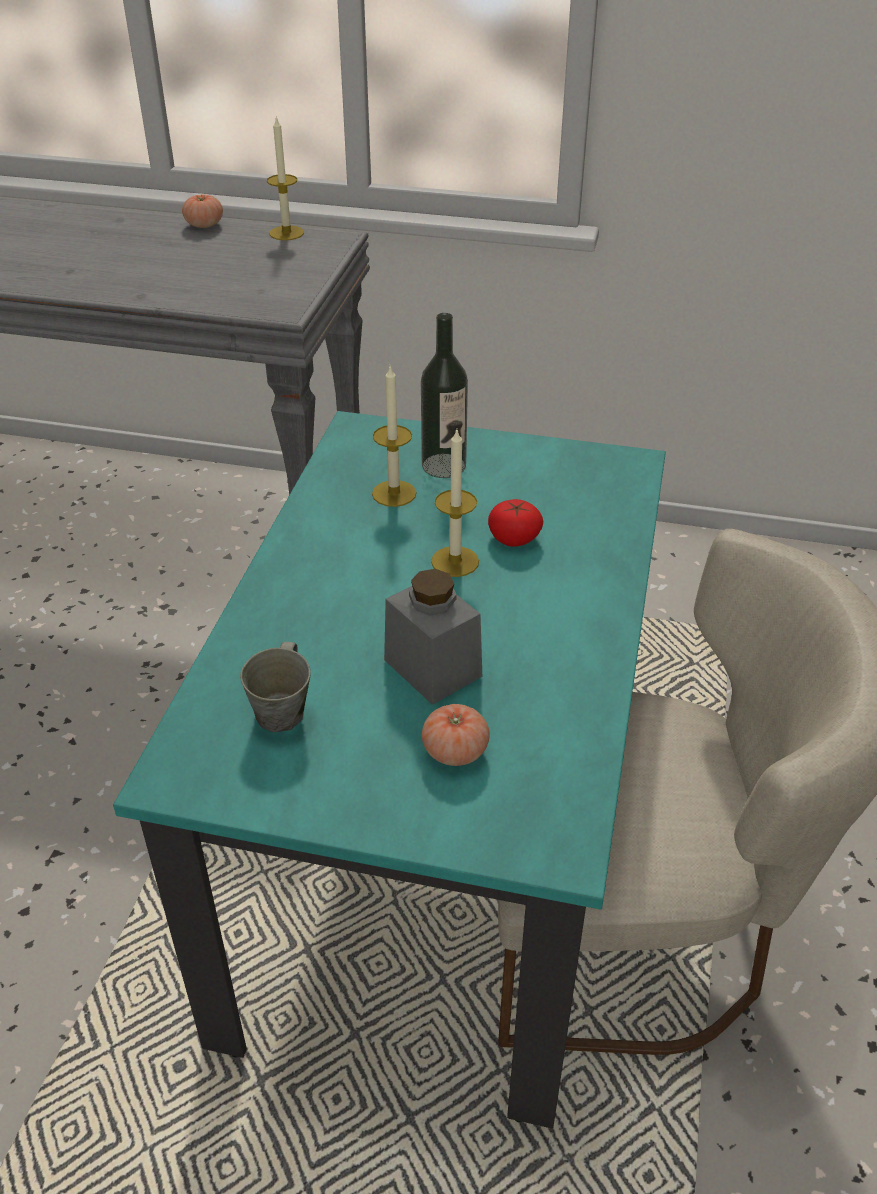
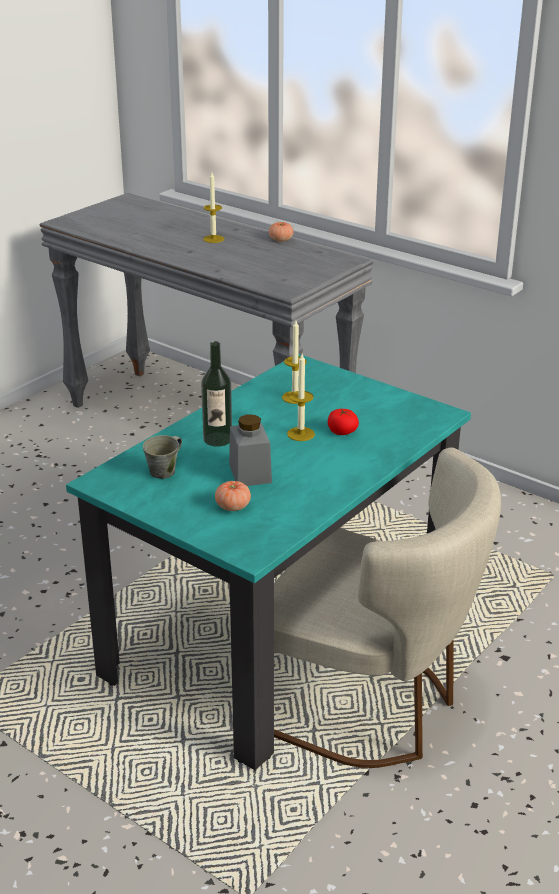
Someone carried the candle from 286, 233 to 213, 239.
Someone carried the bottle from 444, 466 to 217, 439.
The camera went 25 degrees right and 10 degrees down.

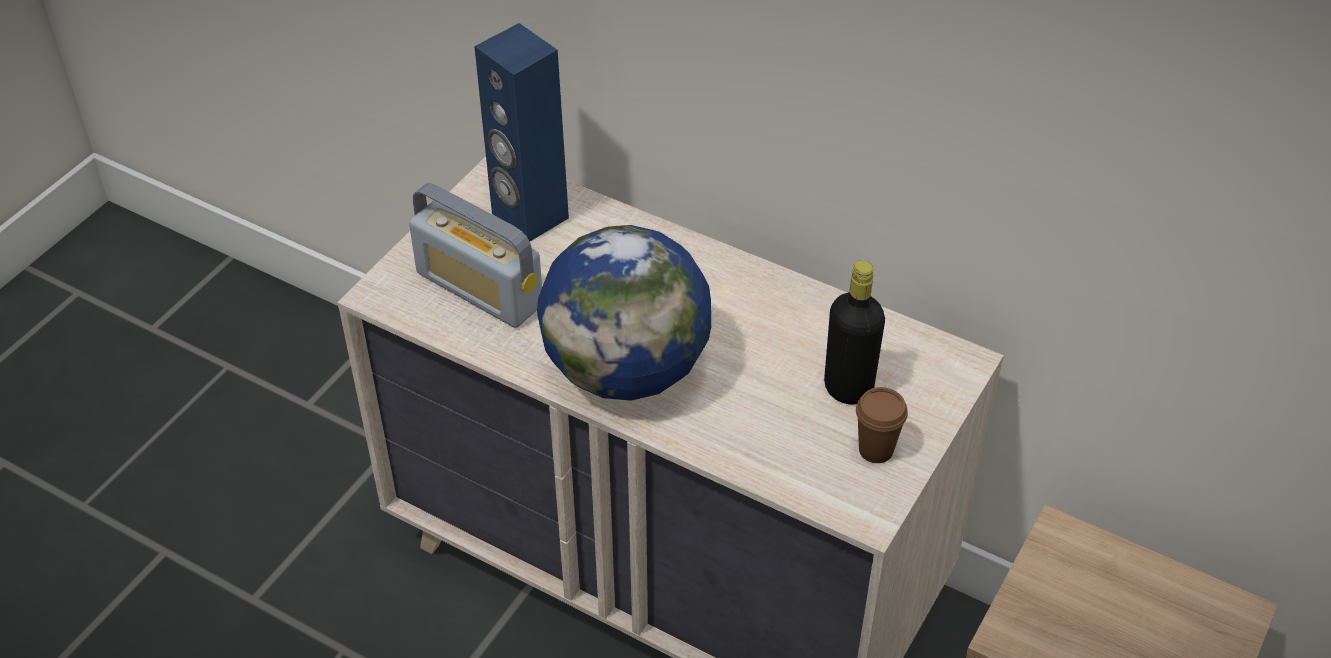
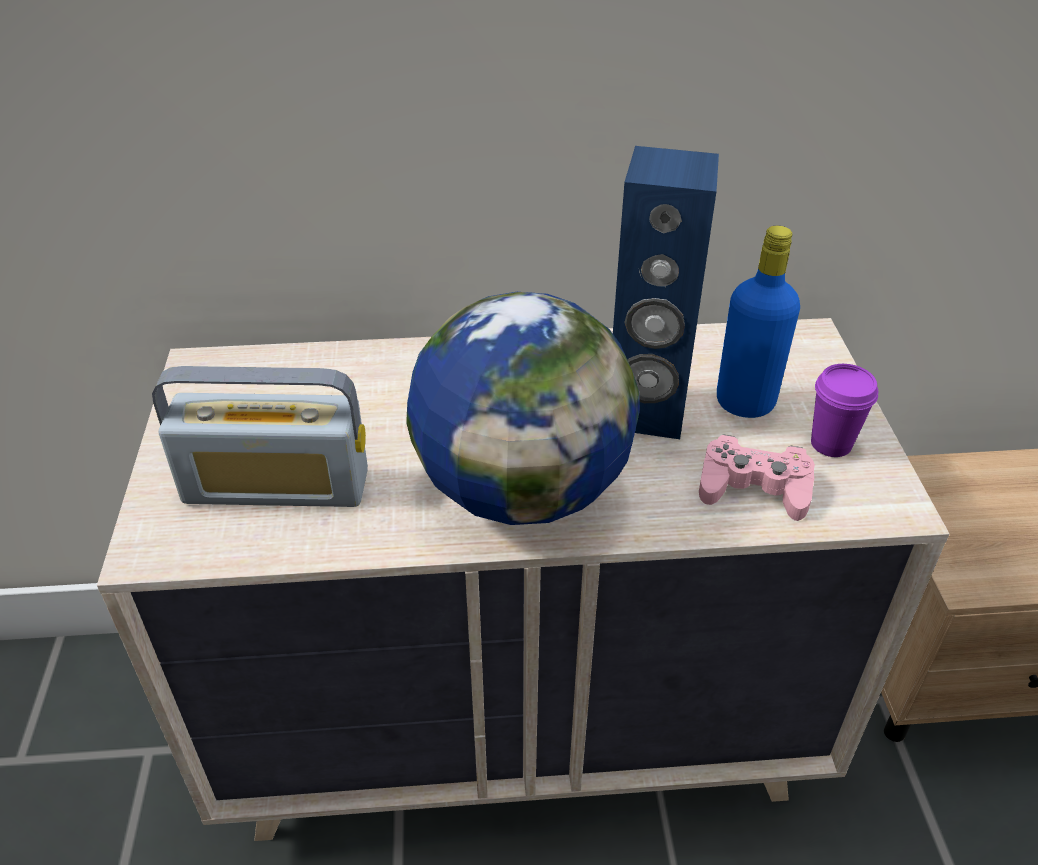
Someone carried the speaker in blue from 529, 216 to 646, 413.
Someone repainted the bottle in black at 848, 388, which became the bottle in blue at 745, 403.
Someone repainted the cup in brown at 876, 450, which became the cup in purple at 831, 444.
Someone put down the game controller in pink at 754, 487.
The camera went 35 degrees left and 5 degrees down.

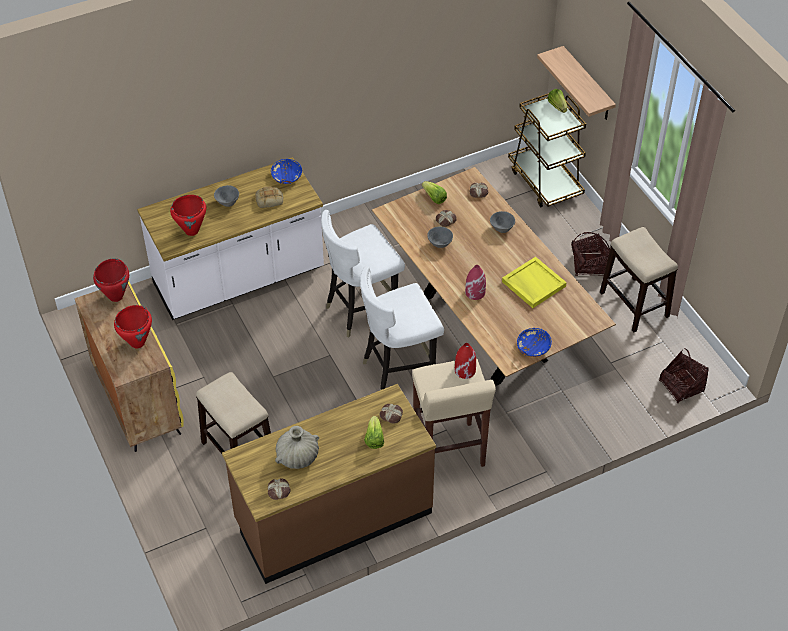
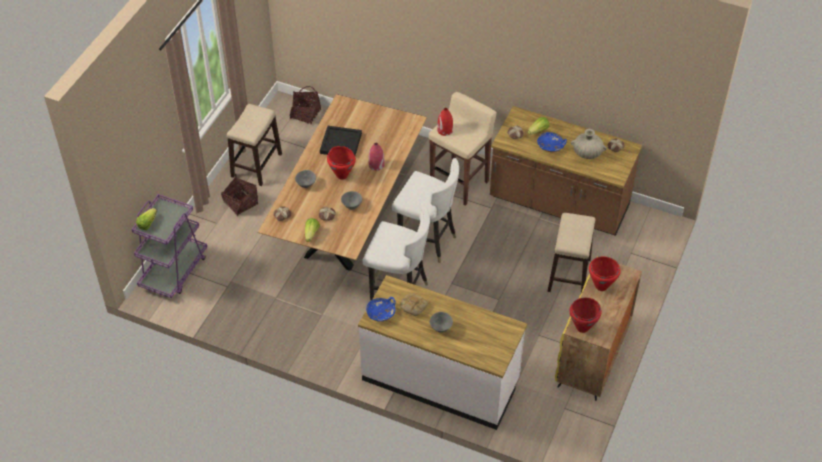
Someone carried the cooking pot in red from 192, 231 to 342, 175.
Someone repainted the tray in yellow at 533, 284, which became the tray in black at 341, 143.
Someone repainted the cart in brown at 545, 181, which became the cart in purple at 174, 271.
Someone carried the bowl in blue from 533, 347 to 551, 146.
Someone took away the shelf at 587, 85.
The camera went 130 degrees left and 0 degrees up.

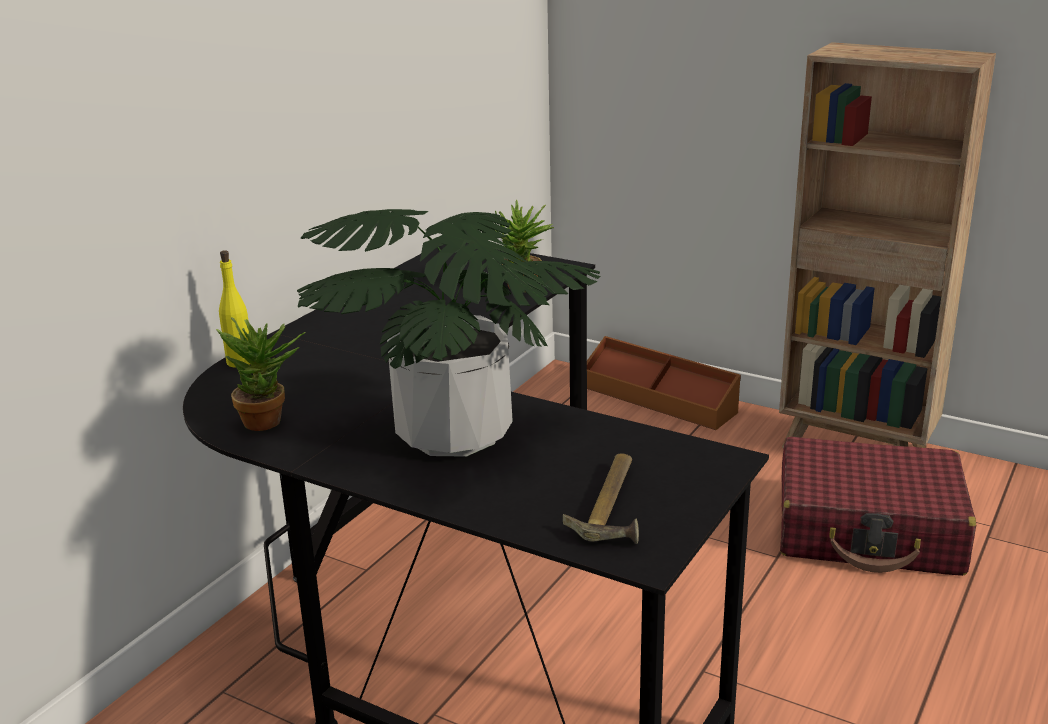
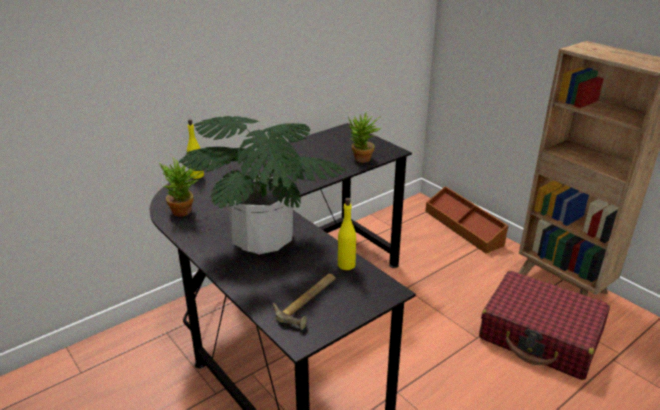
Someone put down the bottle in yellow at 346, 265.
The camera went 20 degrees right and 5 degrees up.

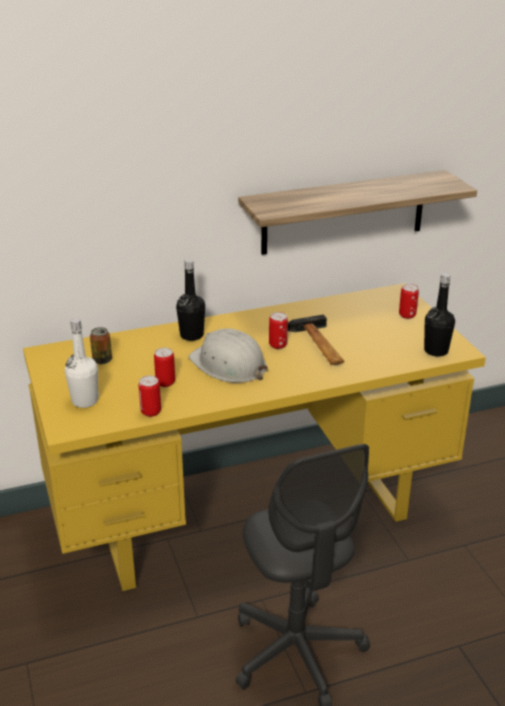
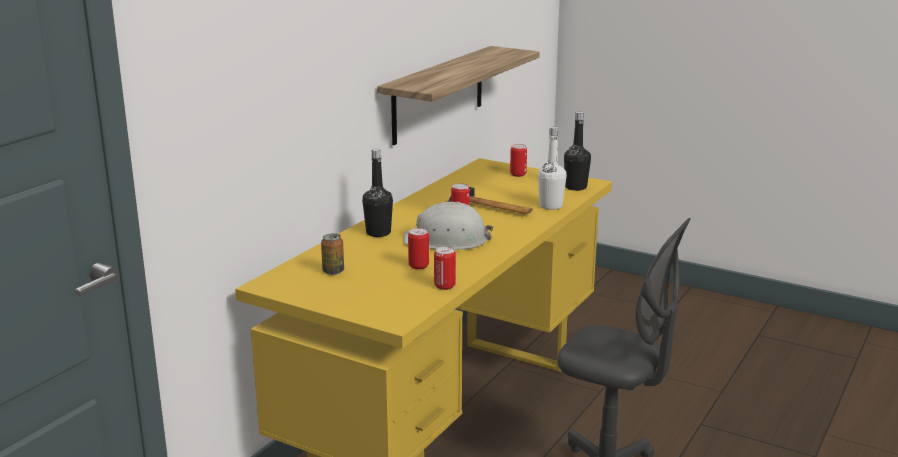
Someone carried the bottle in white from 85, 401 to 550, 206.
The camera went 40 degrees left and 10 degrees down.

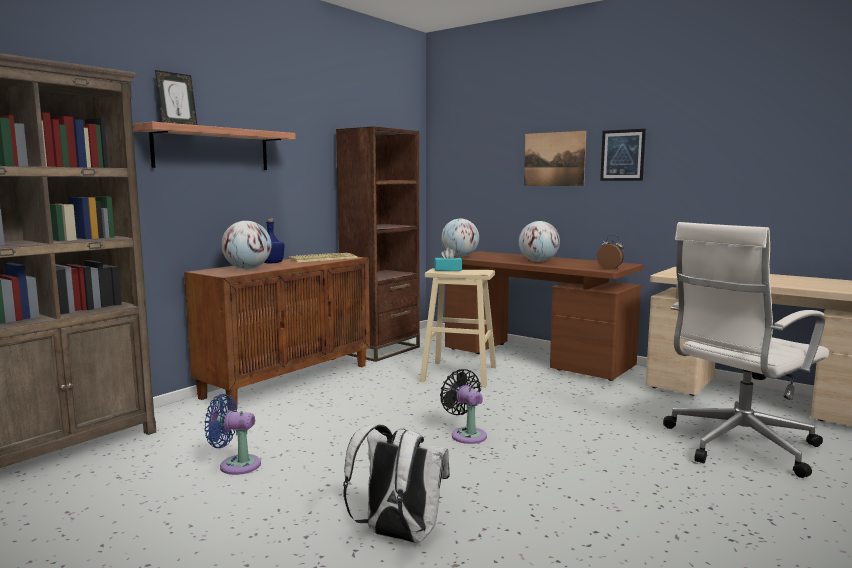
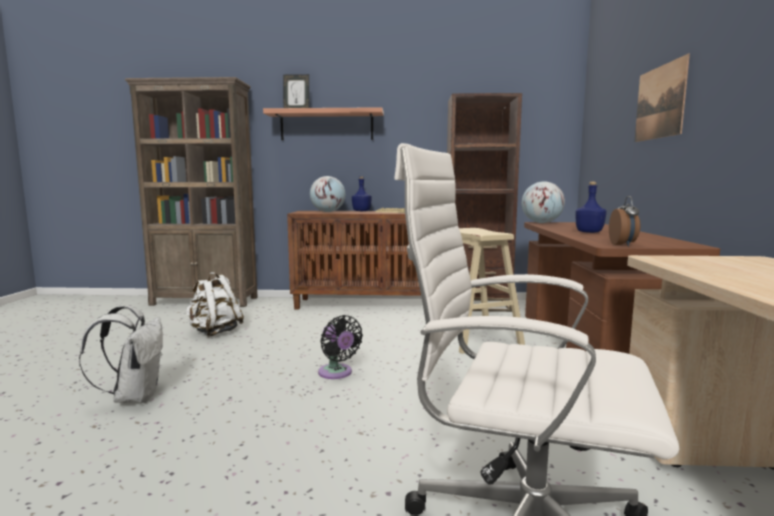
Someone swapped the fan in blue at 236, 465 for the backpack in white at 215, 332.
Someone took away the tissue box in turquoise at 448, 270.
Someone rotated the fan in black at 466, 434 by 120 degrees clockwise.
Someone swapped the globe at 538, 261 for the bottle in blue at 588, 232.
Someone took away the picture at 622, 155.
The camera went 55 degrees right and 0 degrees up.

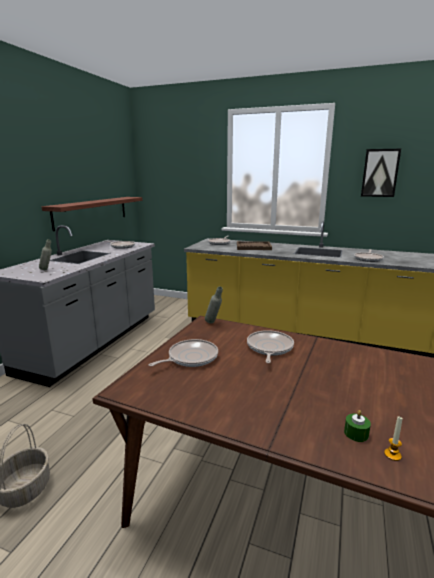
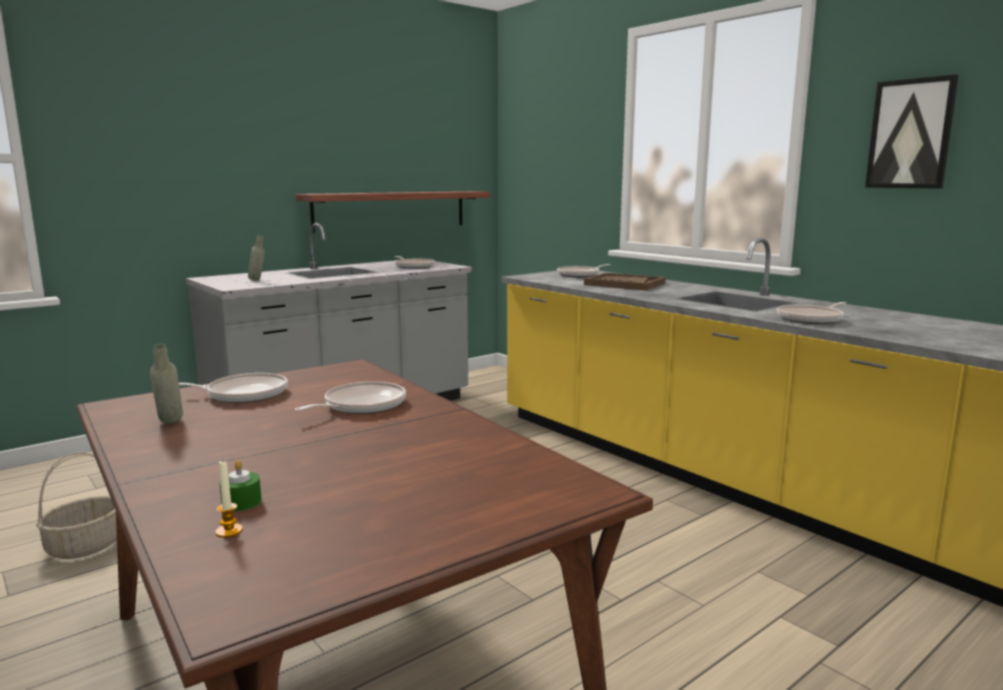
Someone carried the bottle in grey from 213, 323 to 170, 424.
The camera went 30 degrees right and 5 degrees down.

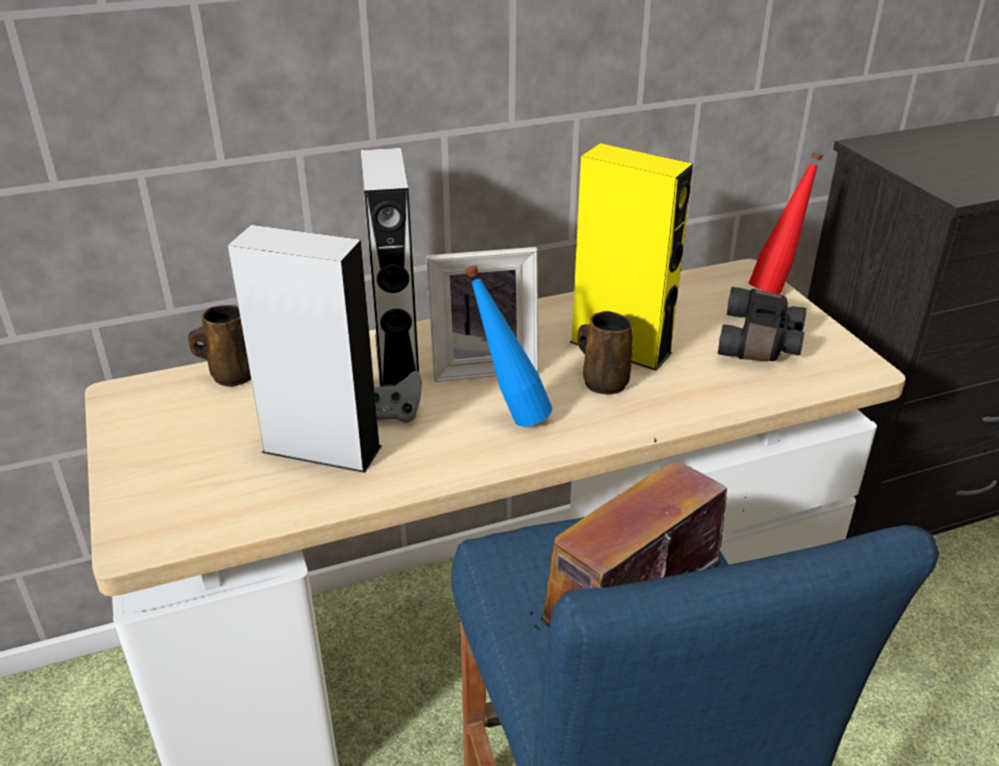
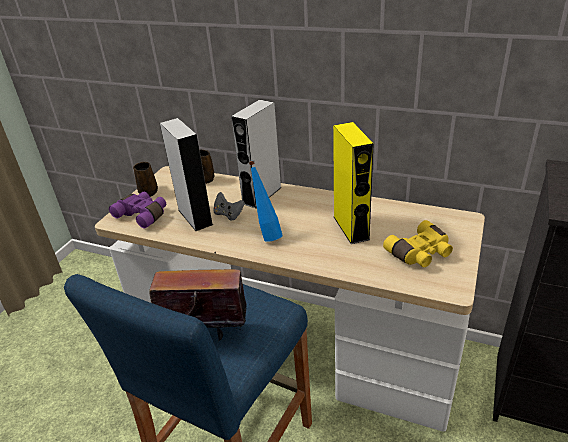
Someone took away the picture frame at 483, 365.
Someone carried the mug in brown from 603, 382 to 149, 192.
Someone repainted the binoculars in black at 761, 341, which became the binoculars in yellow at 420, 254.
Someone took away the bottle in red at 775, 287.
Someone put down the binoculars in purple at 143, 215.
The camera went 45 degrees right and 0 degrees up.

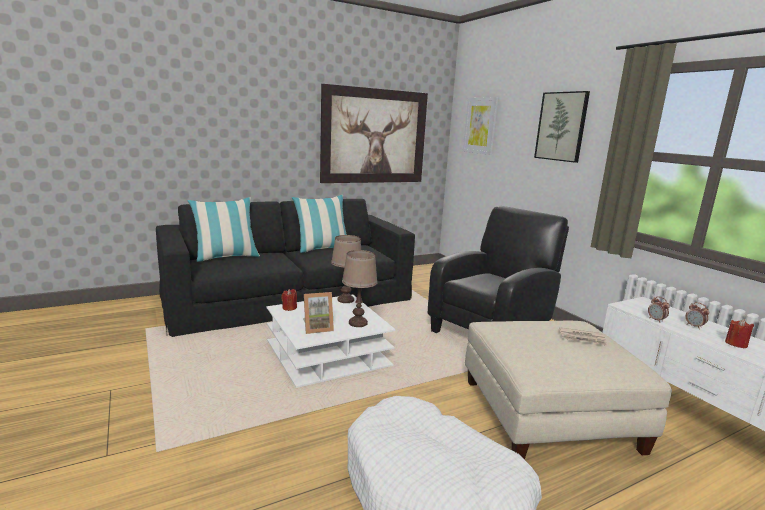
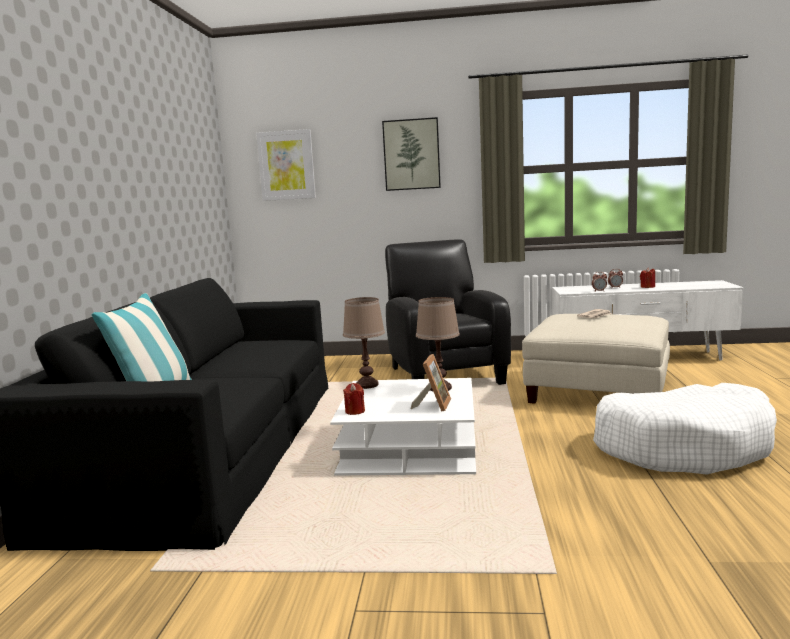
Someone took away the pillow at 322, 249.
Someone took away the picture at 374, 136.
The camera went 55 degrees left and 5 degrees down.

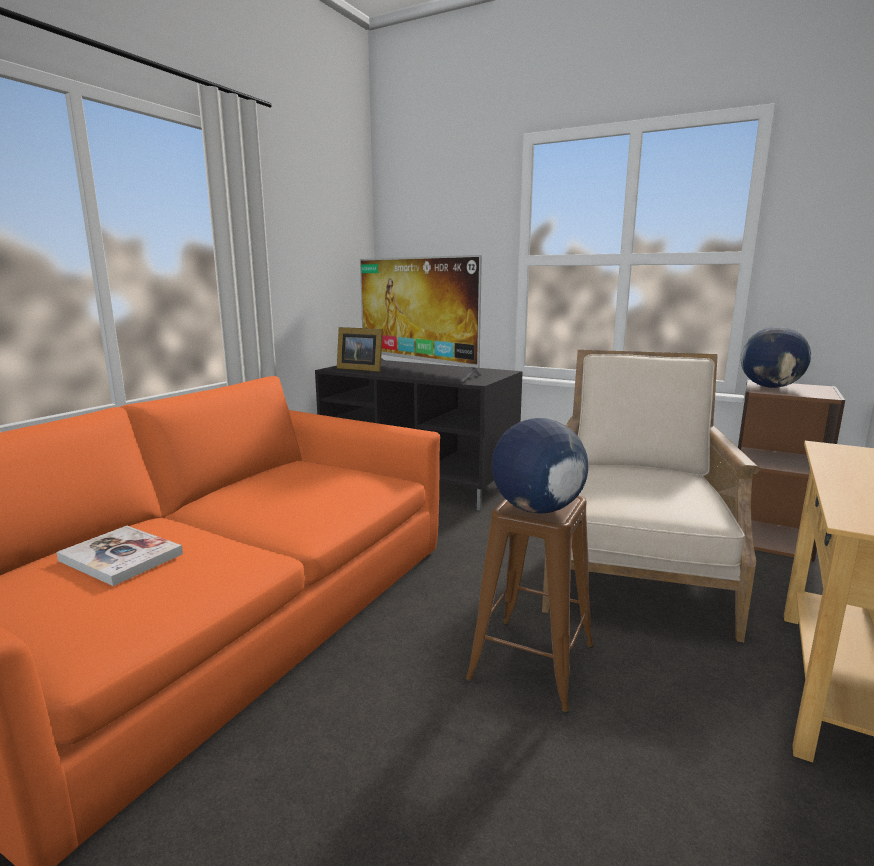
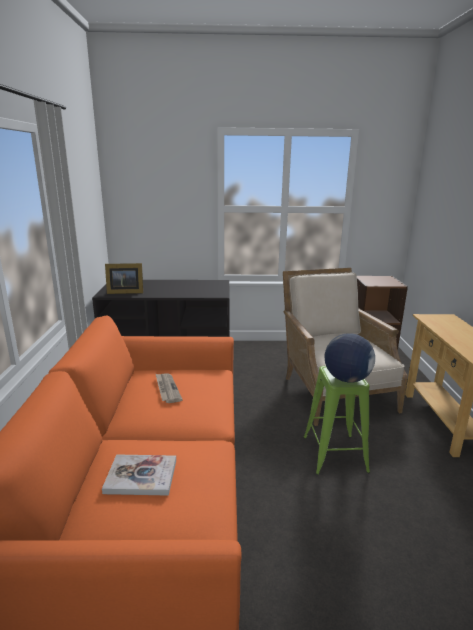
Someone took away the television at 417, 369.
Someone repainted the stool in brown at 531, 663, which became the stool in green at 334, 454.
Someone took away the globe at 770, 387.
Someone put down the newspaper at 167, 389.
The camera went 30 degrees left and 5 degrees up.

